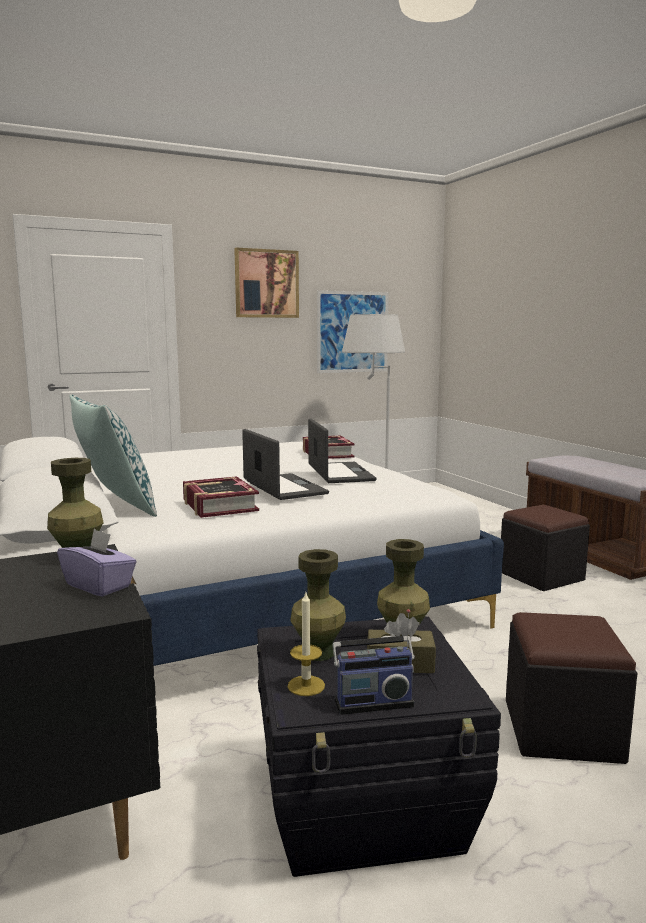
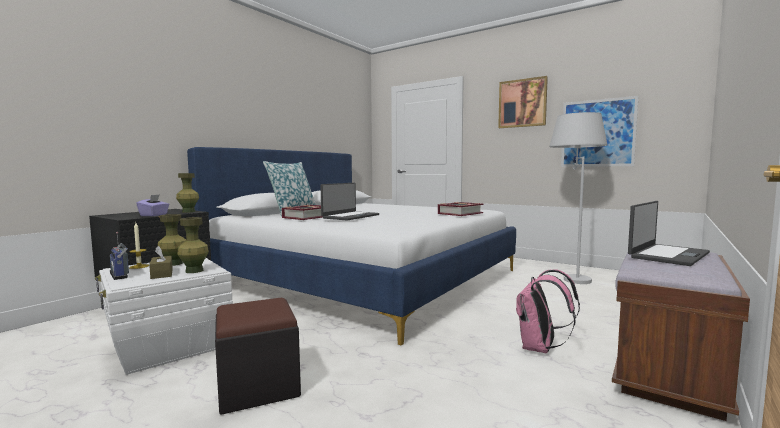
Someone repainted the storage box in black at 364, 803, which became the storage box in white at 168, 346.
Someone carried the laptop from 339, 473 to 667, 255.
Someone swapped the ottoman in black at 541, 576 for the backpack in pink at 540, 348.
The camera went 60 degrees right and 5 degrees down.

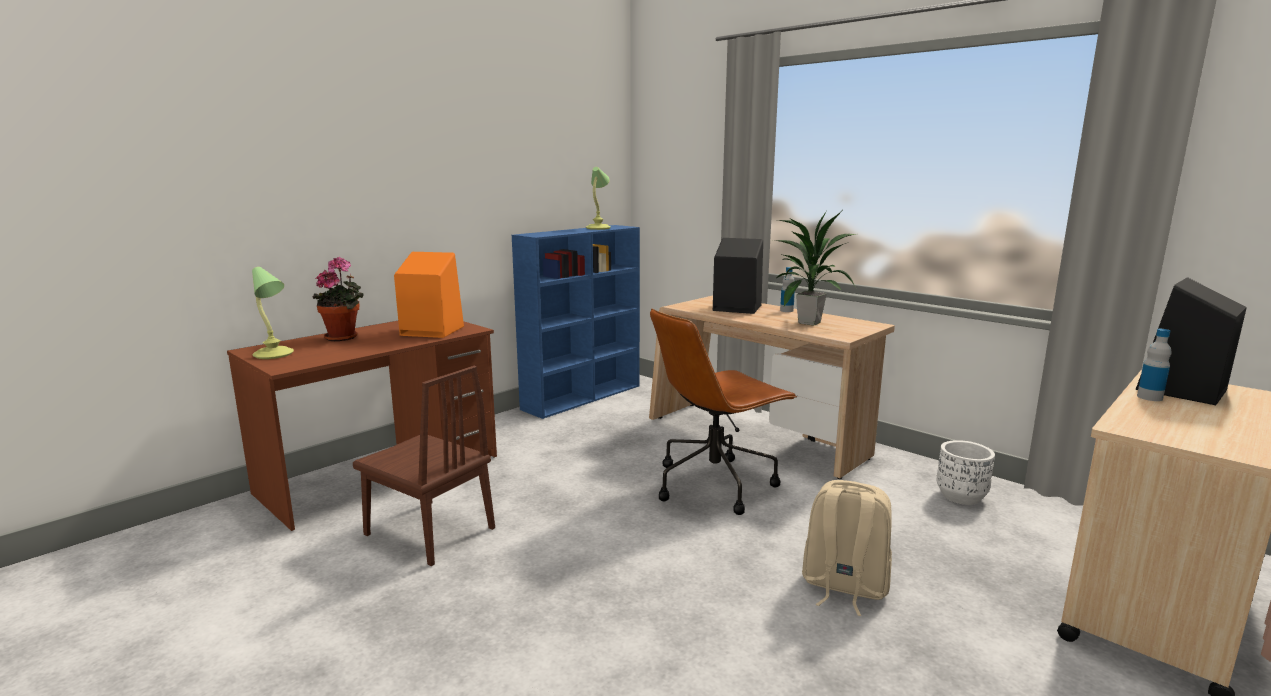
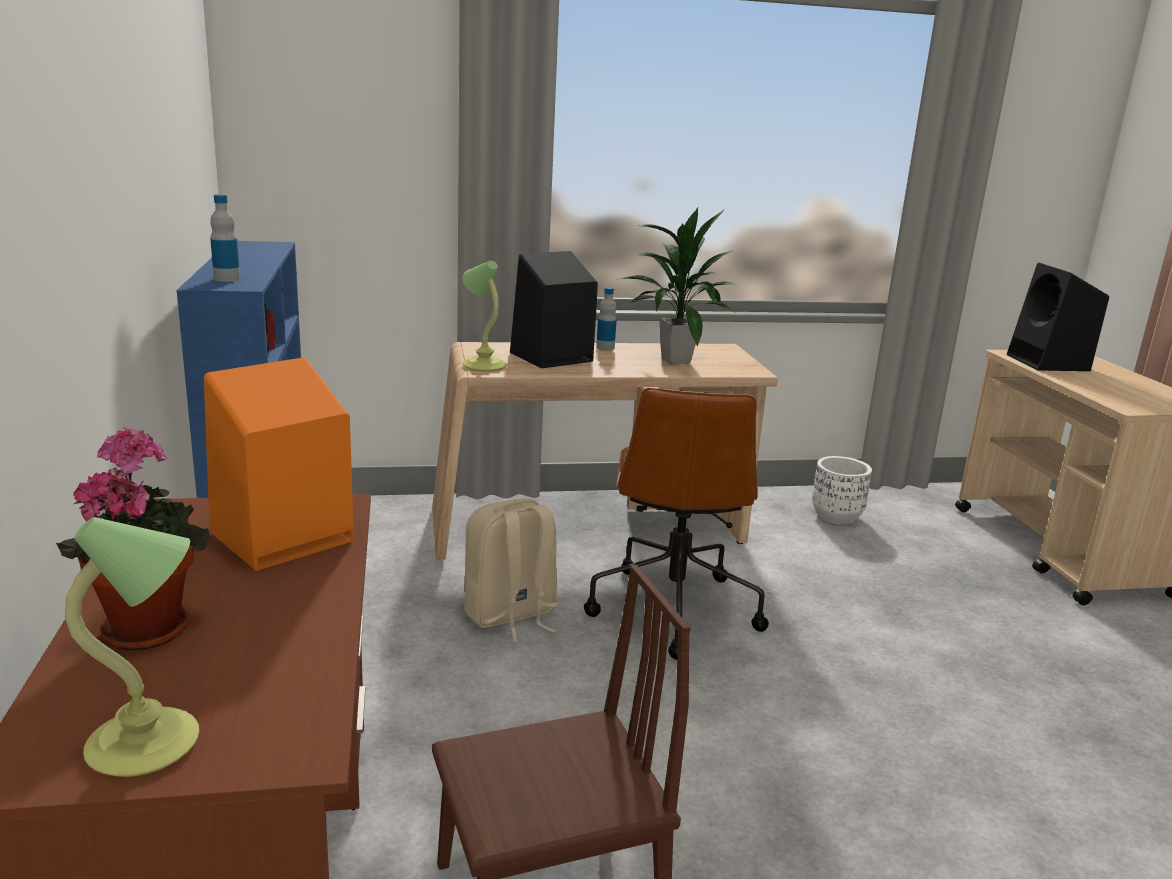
Someone carried the table lamp from 598, 228 to 484, 365.
Someone carried the backpack in beige from 843, 587 to 511, 616.
Someone carried the bottle from 1149, 397 to 227, 279.
The camera went 55 degrees left and 5 degrees up.

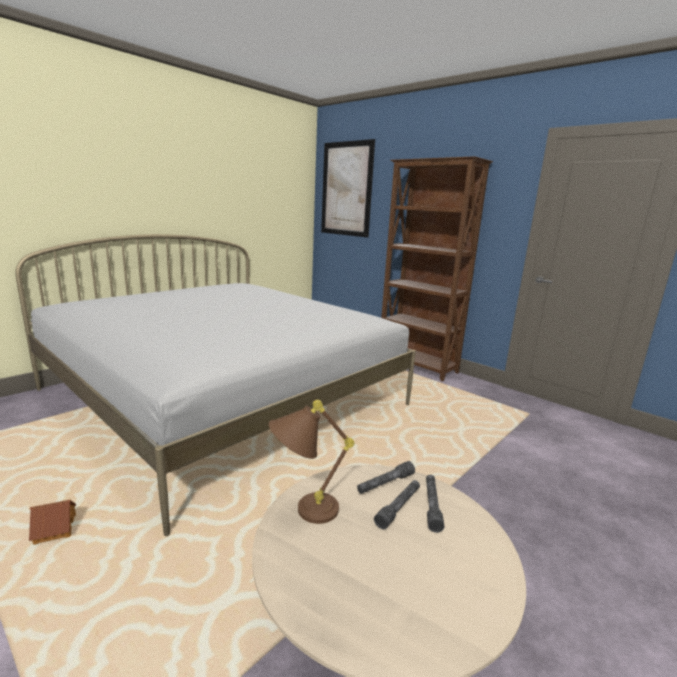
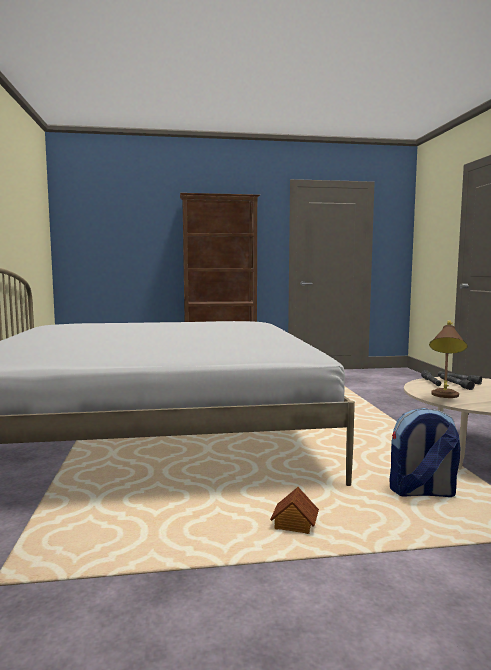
Someone took away the picture at 346, 189.
Someone put down the backpack at 422, 493.
The camera went 50 degrees left and 10 degrees down.

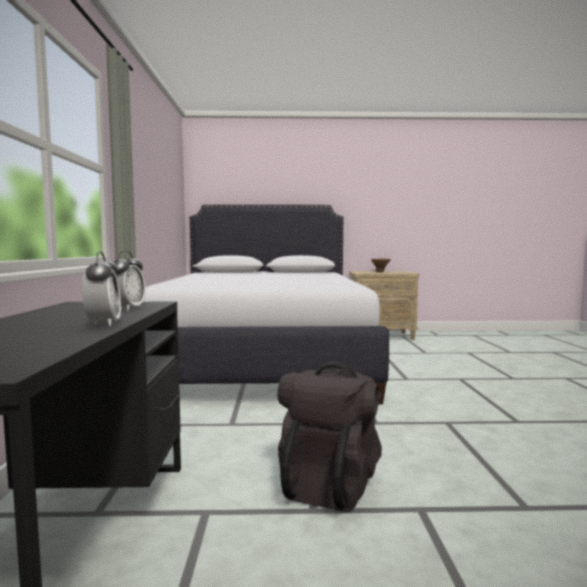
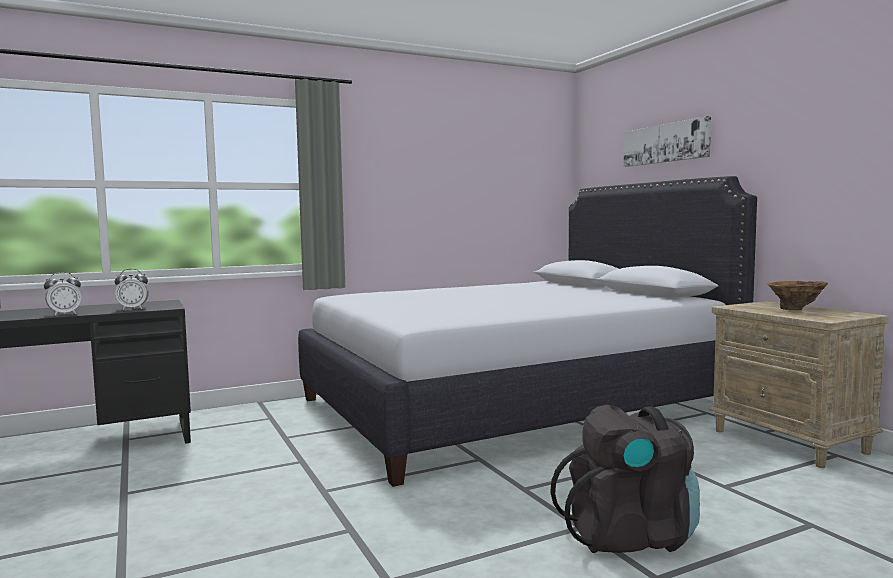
Someone carried the backpack in black from 329, 482 to 630, 535.
Someone put up the picture at 665, 143.
The camera went 65 degrees right and 0 degrees up.

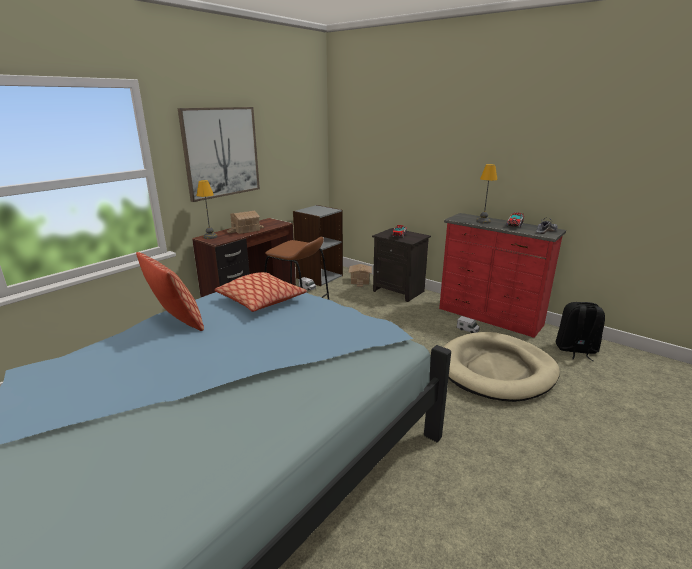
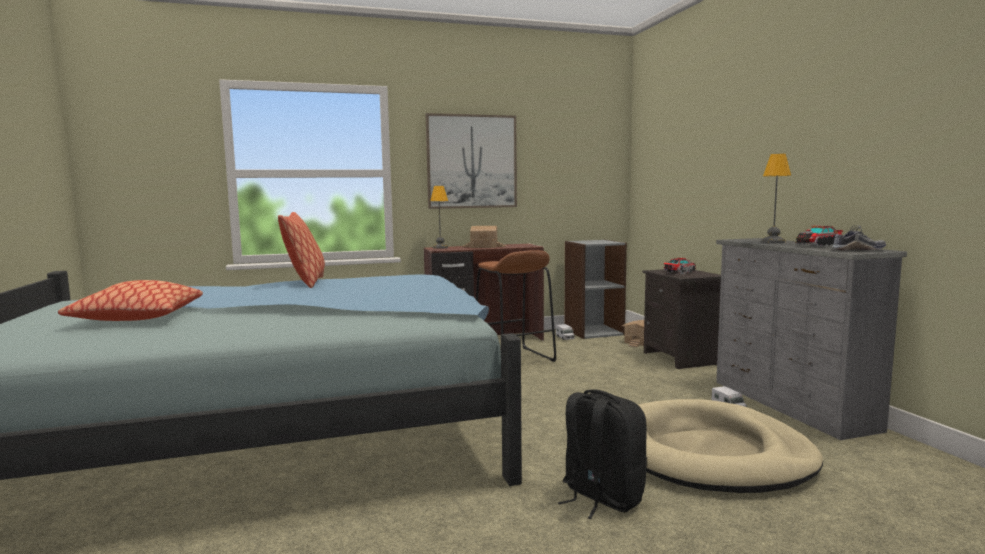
Someone carried the pillow from 261, 300 to 139, 318.
Someone repainted the dresser in red at 489, 317, which became the dresser in grey at 790, 405.
Someone carried the backpack in black from 575, 350 to 600, 497.
The camera went 35 degrees right and 15 degrees down.

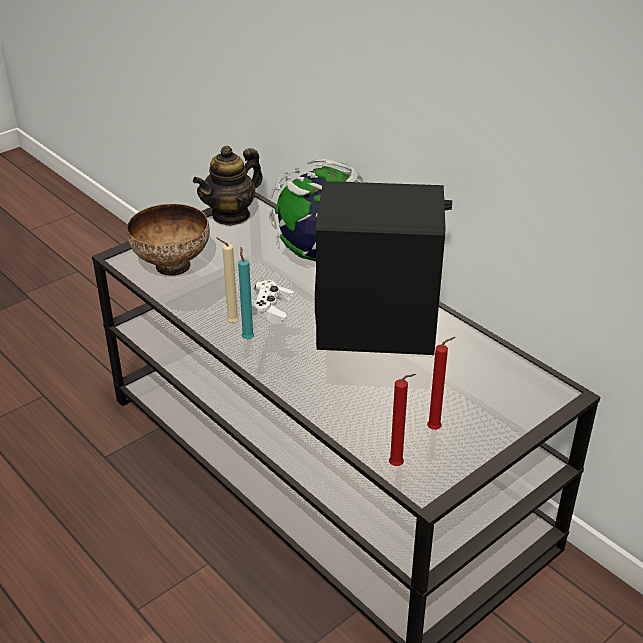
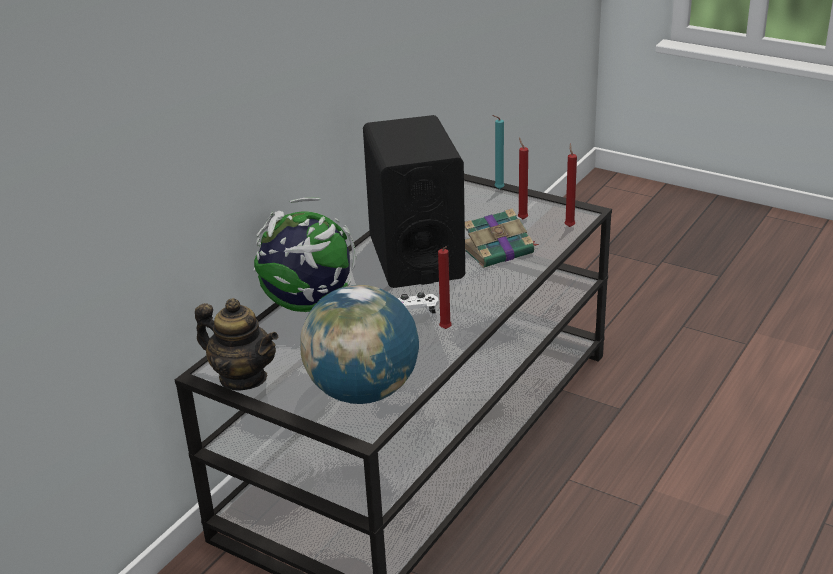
Someone swapped the bowl at 172, 265 for the globe at 363, 392.
Someone repainted the candle in beige at 230, 323, which became the candle in red at 446, 330.
Someone carried the candle in turquoise from 248, 338 to 497, 189.
Someone put down the book at 499, 250.
The camera went 105 degrees left and 5 degrees down.

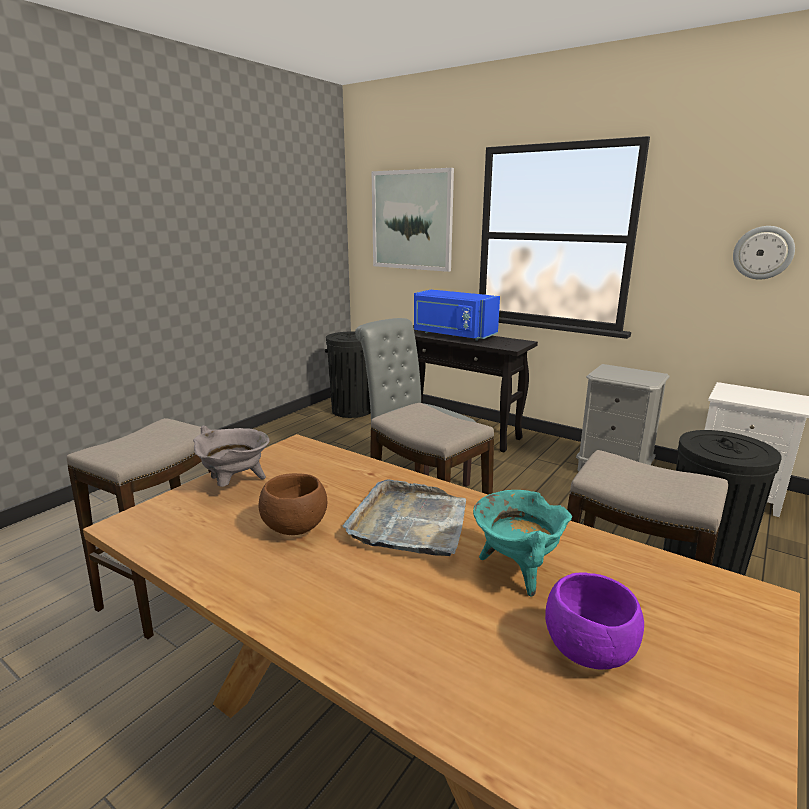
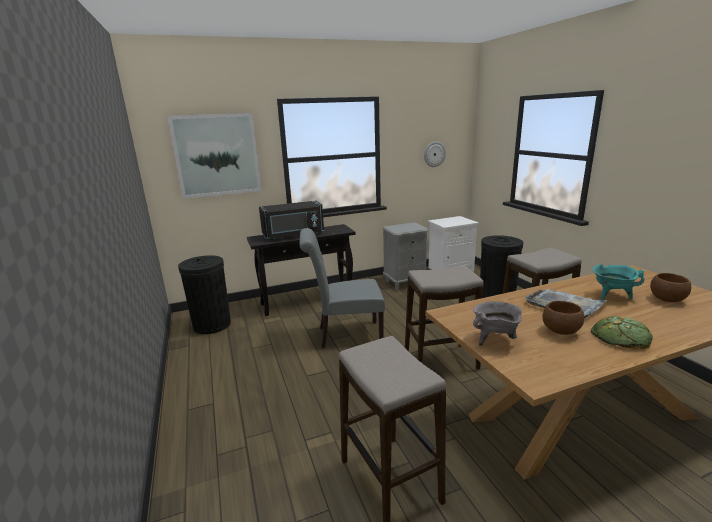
Someone repainted the microwave in blue at 452, 335, which became the microwave in black at 293, 234.
Someone repainted the bowl in purple at 588, 652, which became the bowl in brown at 667, 300.
Someone put down the bread at 620, 337.
The camera went 55 degrees left and 0 degrees up.

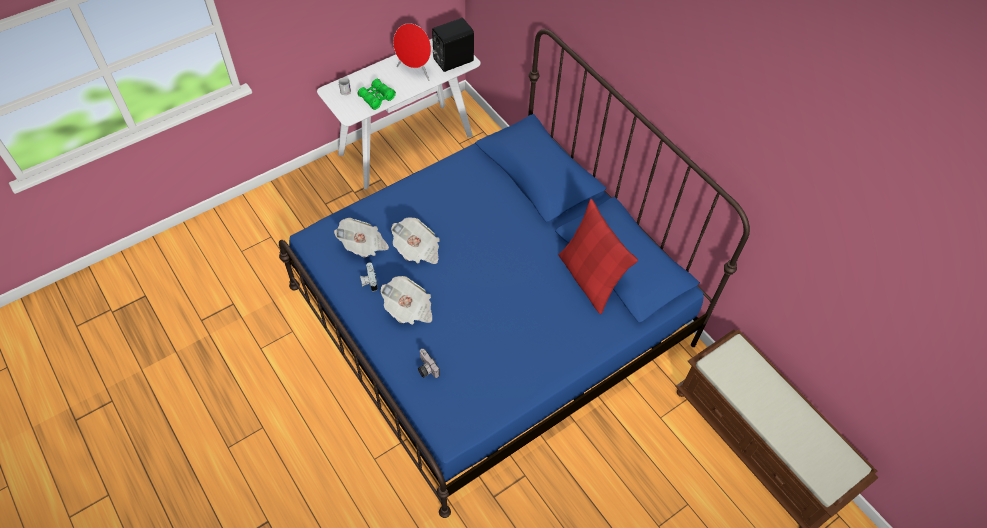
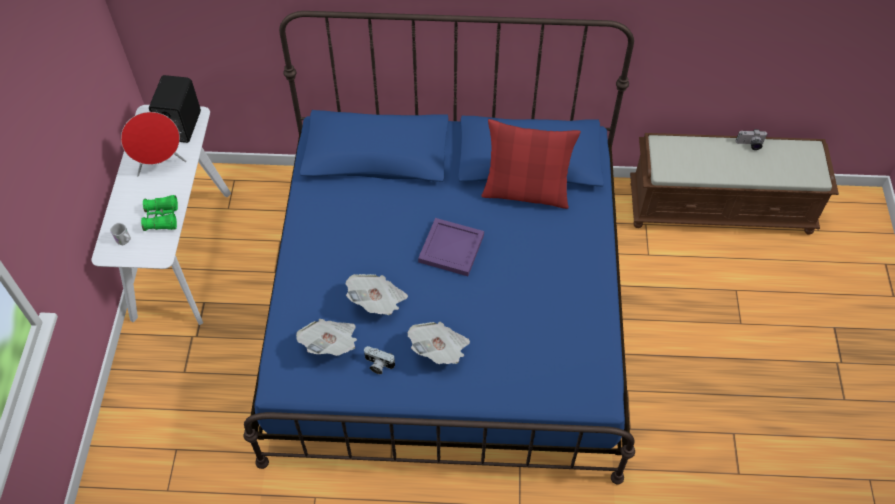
Someone carried the photo camera from 425, 368 to 750, 145.
Someone put down the tray in purple at 452, 248.
The camera went 50 degrees left and 0 degrees up.

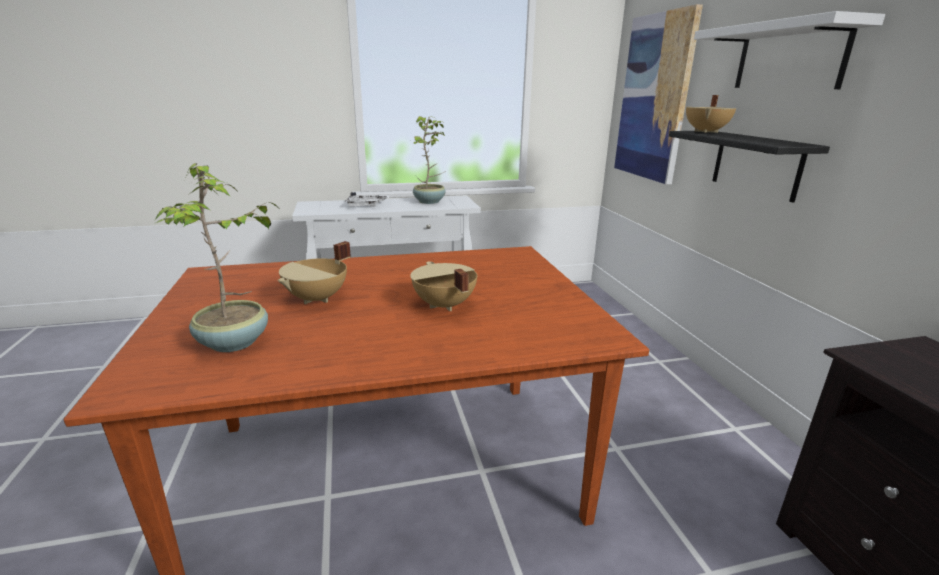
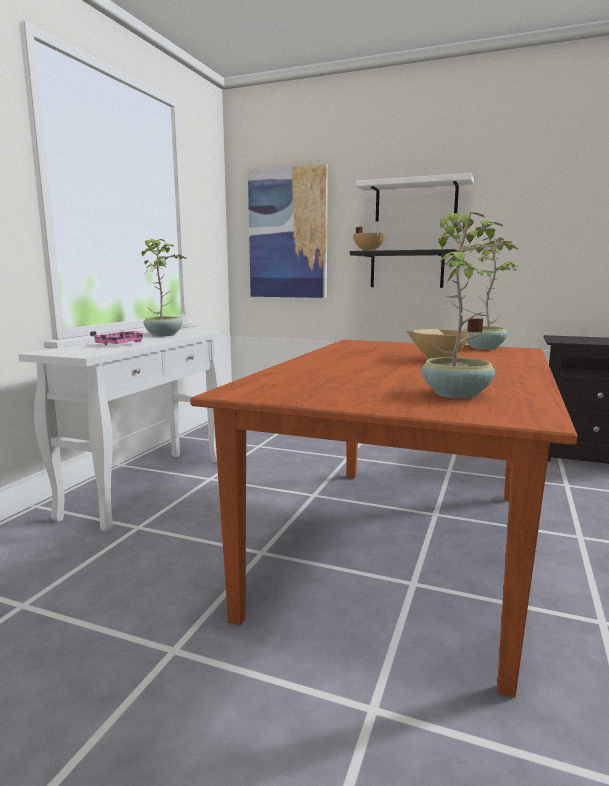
Someone took away the cooking pot in beige at 318, 299.
Someone repainted the tray in white at 366, 206, which became the tray in pink at 122, 344.
Someone put down the potted plant at 482, 347.
The camera went 55 degrees left and 10 degrees down.

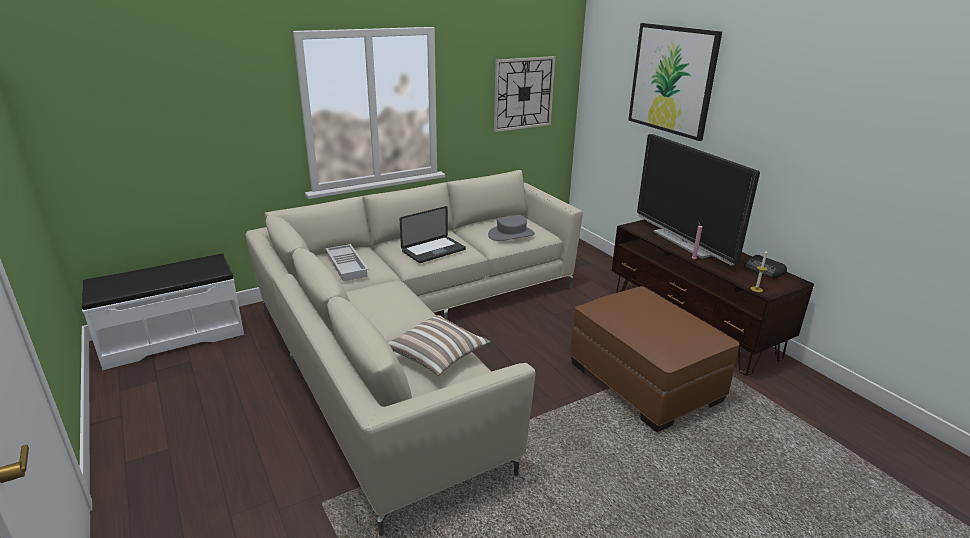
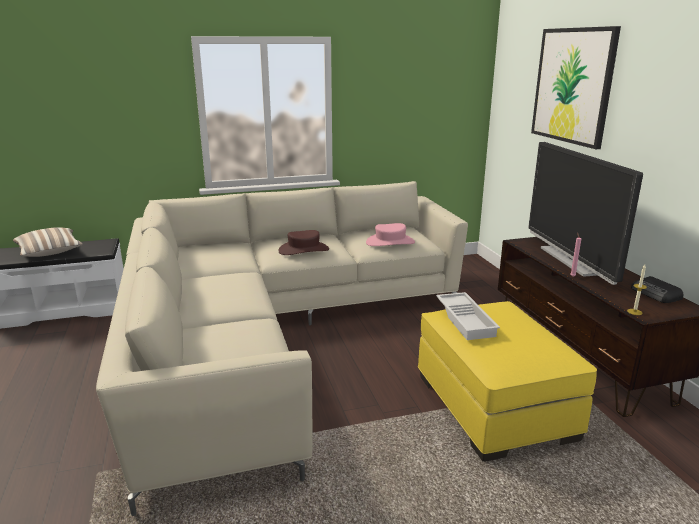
Someone carried the tray in white from 348, 266 to 466, 320.
Someone carried the pillow from 438, 357 to 50, 253.
Someone swapped the laptop at 433, 250 for the hat in brown at 304, 250.
Someone repainted the hat in grey at 511, 234, which became the hat in pink at 390, 242.
Someone took away the wall clock at 523, 93.
Someone repainted the ottoman in brown at 645, 382, which became the ottoman in yellow at 494, 407.
The camera went 15 degrees right and 5 degrees down.

